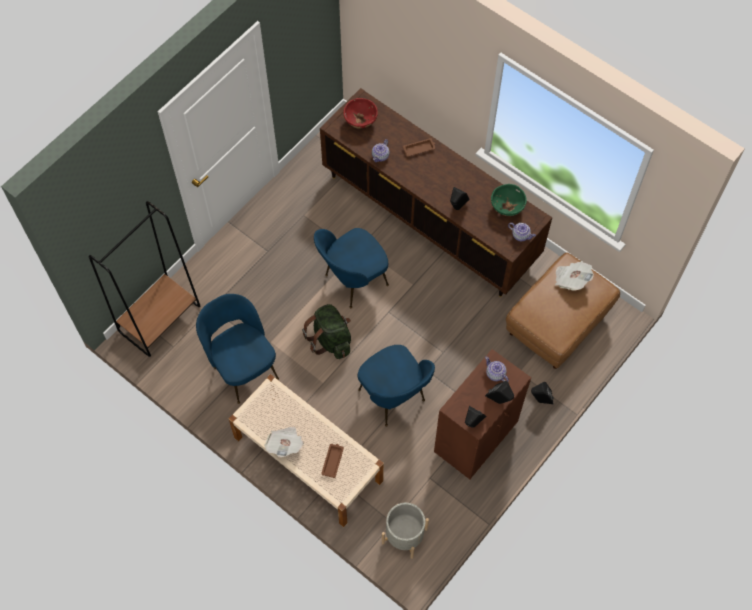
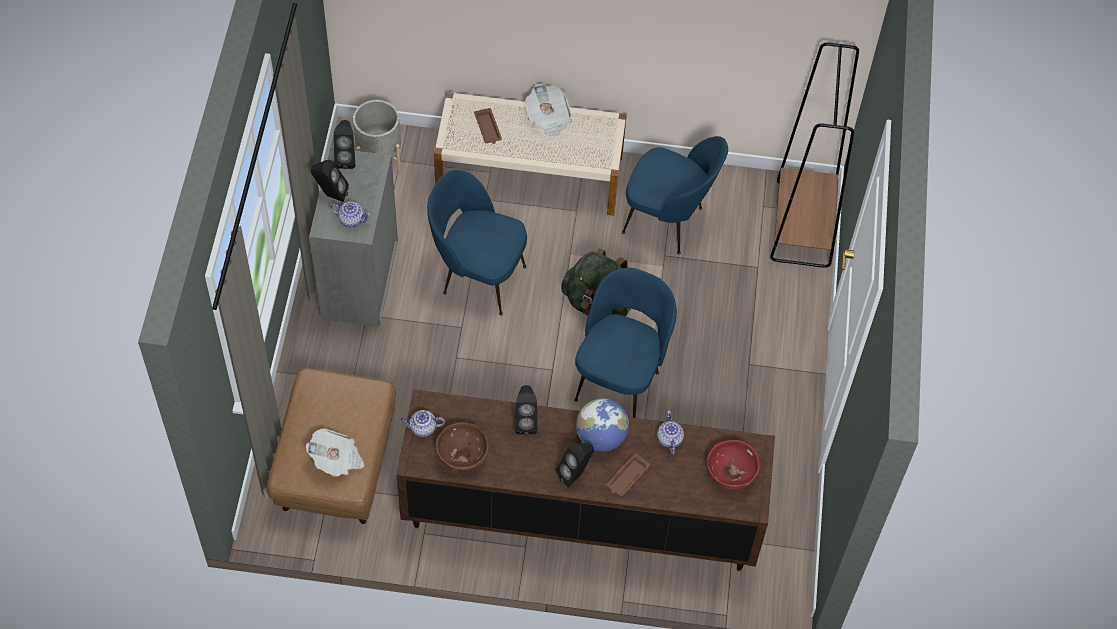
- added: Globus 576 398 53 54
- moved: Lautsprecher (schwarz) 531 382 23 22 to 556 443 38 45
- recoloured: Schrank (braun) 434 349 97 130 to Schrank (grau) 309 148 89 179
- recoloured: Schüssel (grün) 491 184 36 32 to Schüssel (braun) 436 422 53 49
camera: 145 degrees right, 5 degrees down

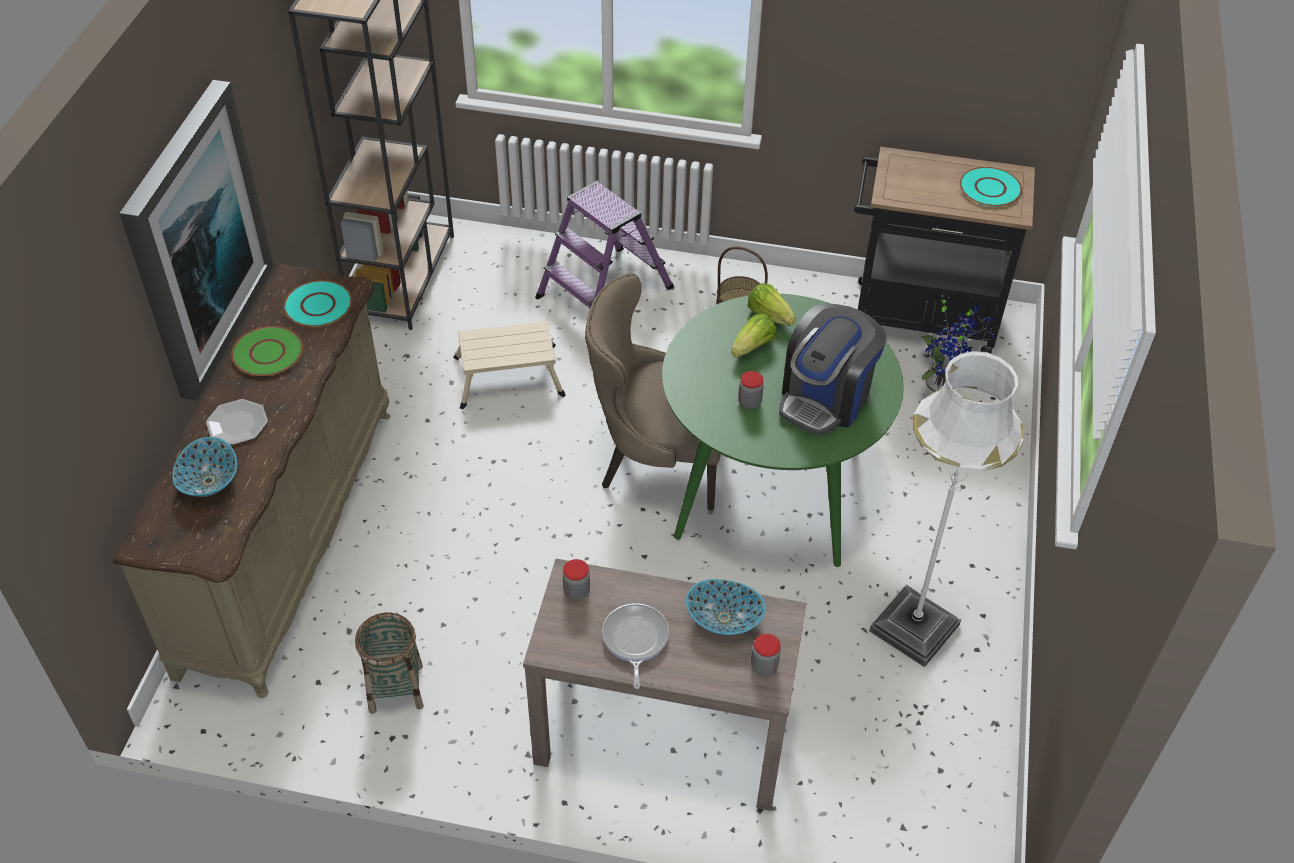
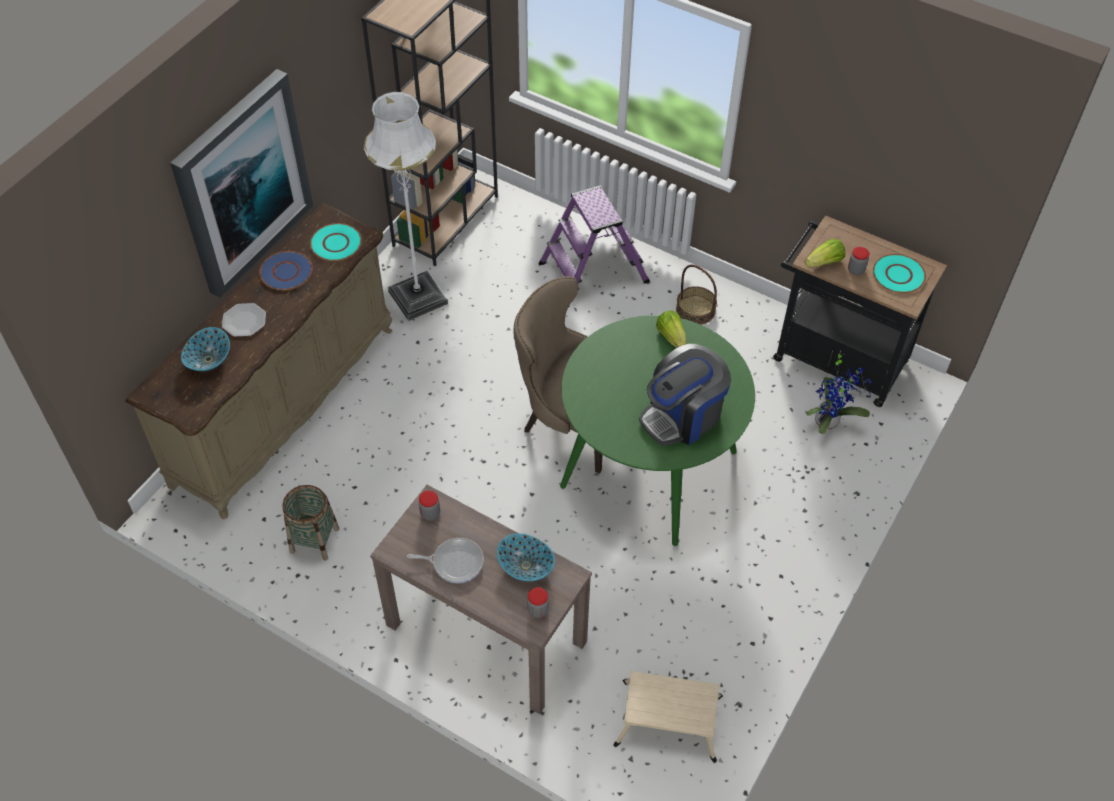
- moved: Trittleiter (beige) 453 321 113 89 to 613 671 110 92
- moved: Salatkopf 731 314 46 44 to 805 239 40 29
- moved: Vorratsglas 738 371 26 38 to 848 247 22 28
- moved: Stehlampe (weiß) 869 351 155 316 to 364 92 84 229
- recoloured: Teller (grün) 231 326 72 50 to Teller (blau) 259 251 53 39
- turned: Pfanne 602 603 67 86 = 407 538 77 45 75 degrees clockwise
camera: 20 degrees right, 5 degrees up

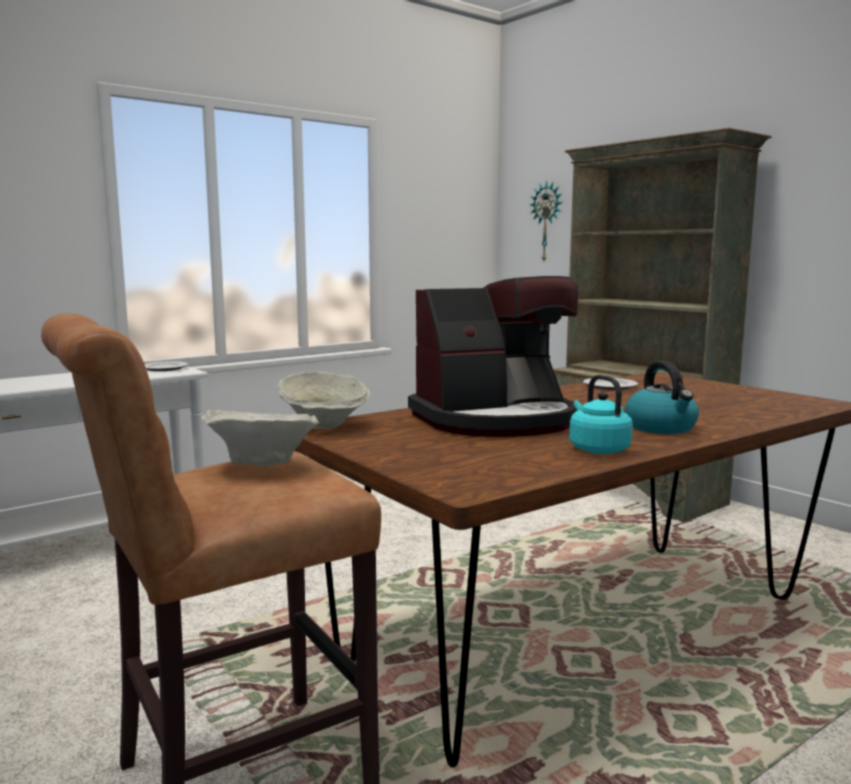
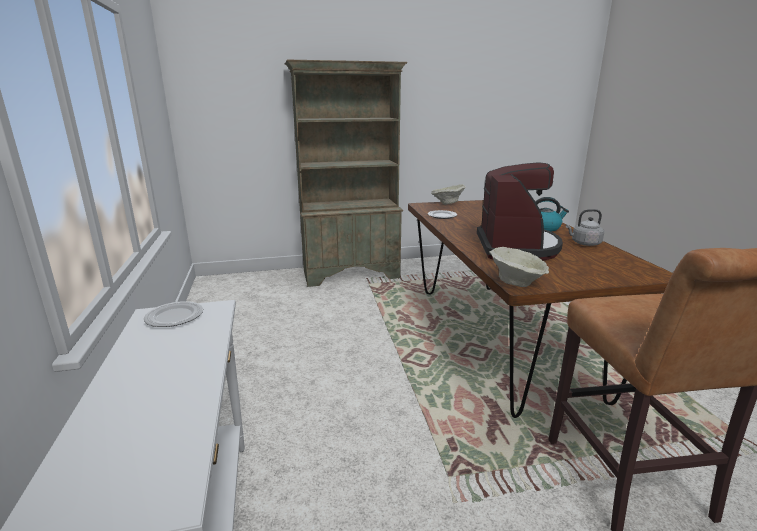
- removed: Wanduhr 530 181 33 80
- moved: Schüssel (beige) 201 410 118 56 to 431 185 35 20
- recoloured: Wasserkessel (türkis) 569 375 64 79 to Wasserkessel (grau) 566 209 38 37
camera: 65 degrees left, 10 degrees up

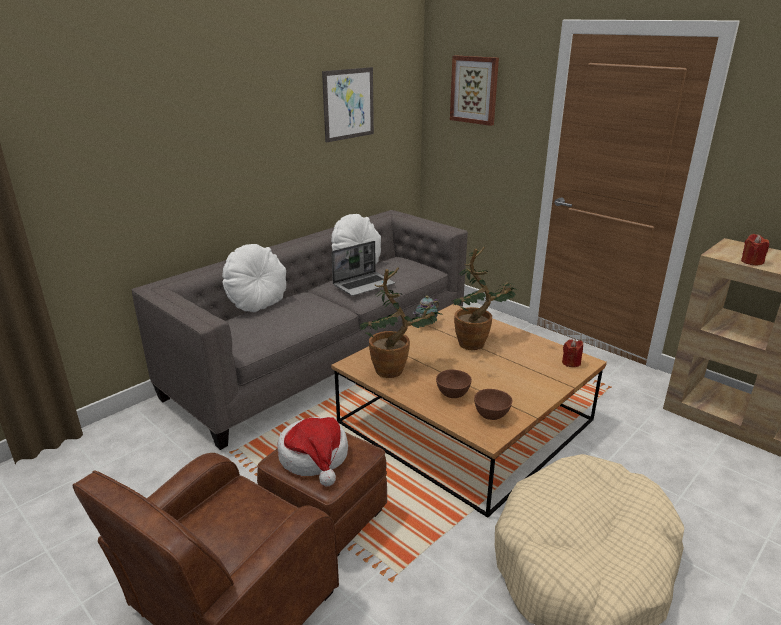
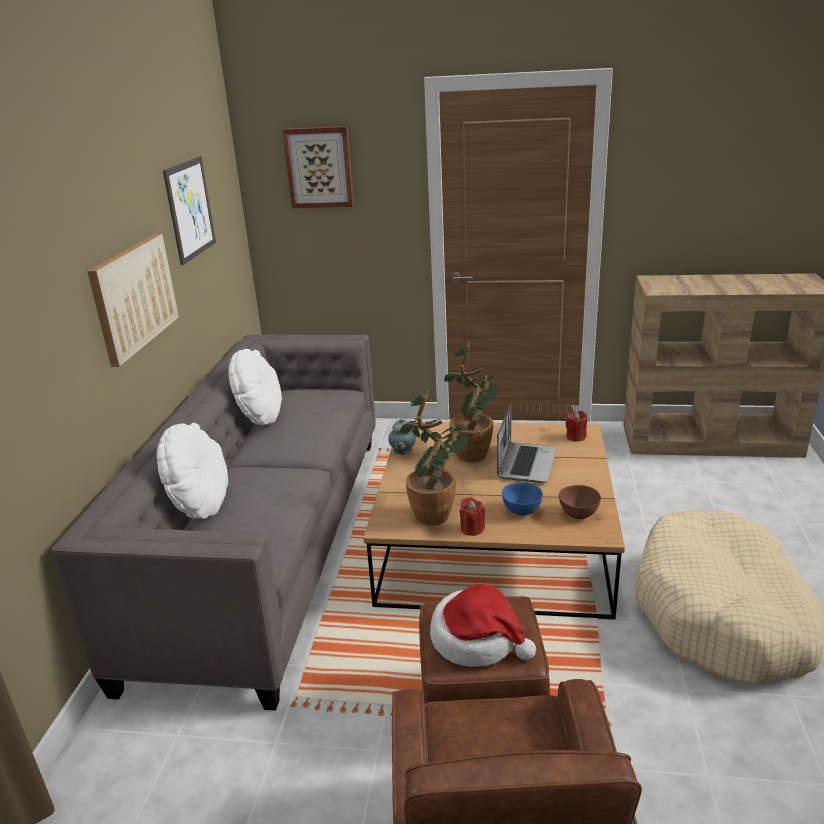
- added: Bild 87 234 92 133
- moved: Laptop 331 241 64 55 to 497 403 60 80
- moved: Kerze (rot) 741 234 28 31 to 460 497 25 39
- recoloured: Schüssel (braun) 436 369 36 29 to Schüssel (blau) 502 482 41 33
camera: 35 degrees left, 0 degrees up

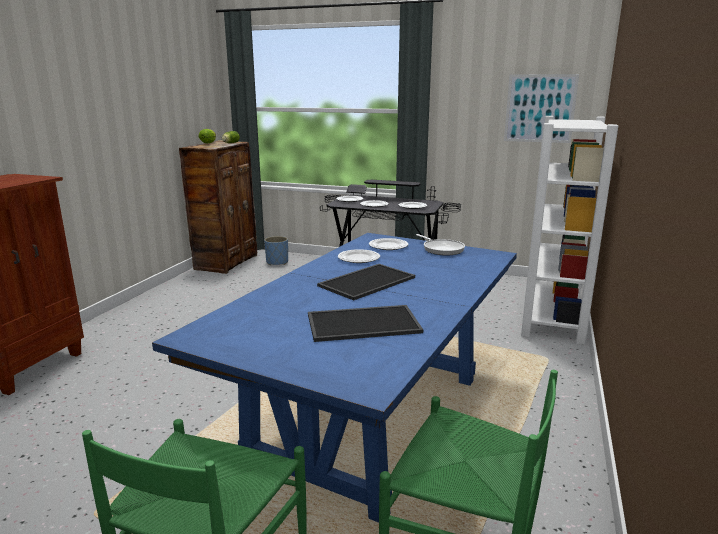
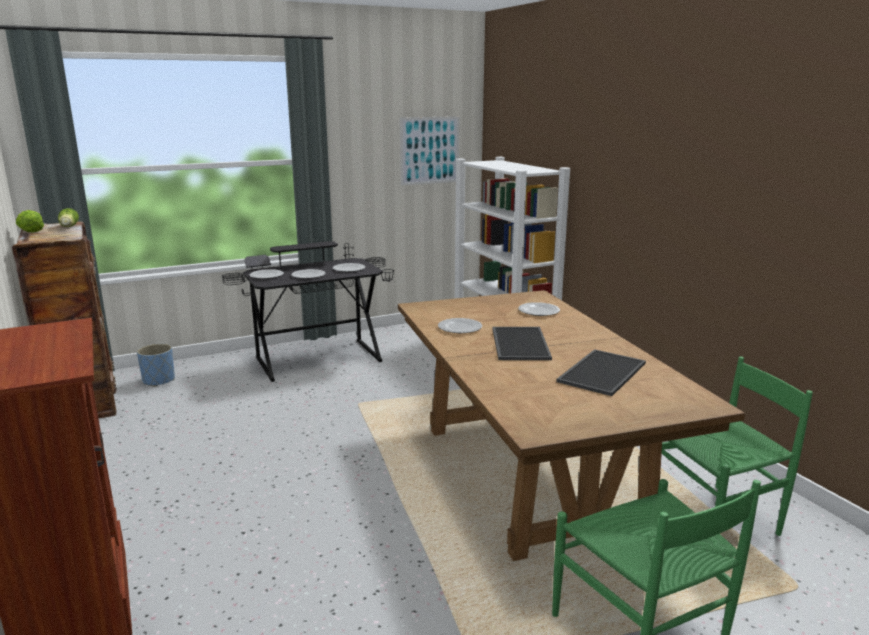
- removed: Pfanne 416 234 49 22
- moved: Teller 369 238 39 12 to 518 302 42 14
- recoloured: Esstisch (blau) 152 233 365 290 to Esstisch (braun) 398 290 347 271
camera: 45 degrees left, 0 degrees up

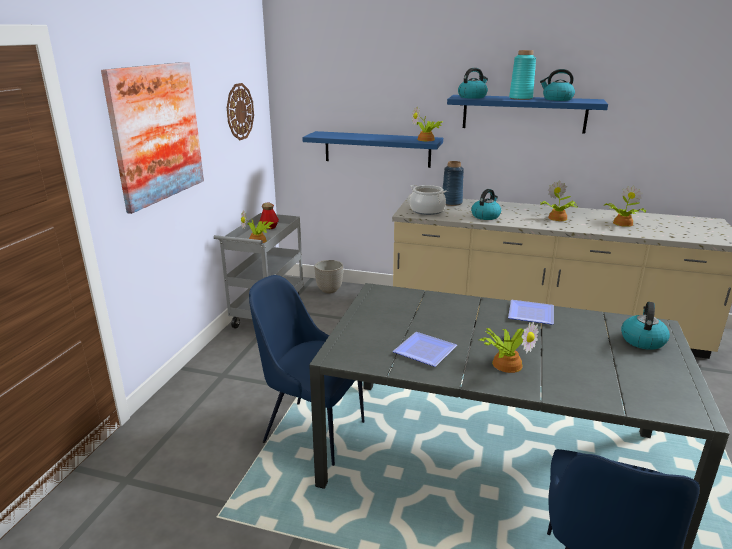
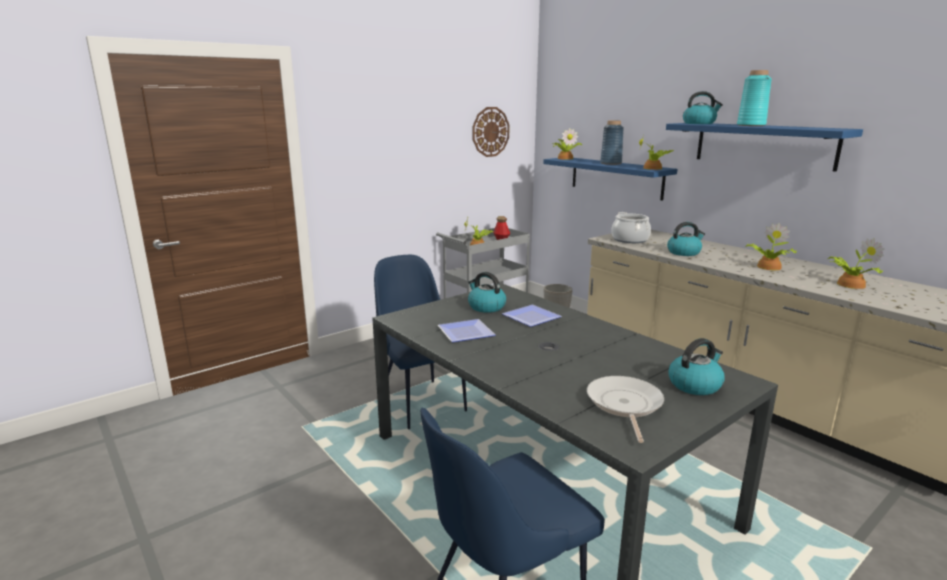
- removed: Bild 101 62 103 152
- added: Pfanne 587 376 77 67
- moved: Vase (blau) 443 161 21 45 to 600 120 24 45
- moved: Topfpflanze 478 322 61 51 to 552 128 31 32
- moved: Teller 508 300 46 25 to 502 305 60 22
- moved: Wasserkessel 540 69 35 32 to 468 272 38 41
camera: 35 degrees right, 5 degrees down

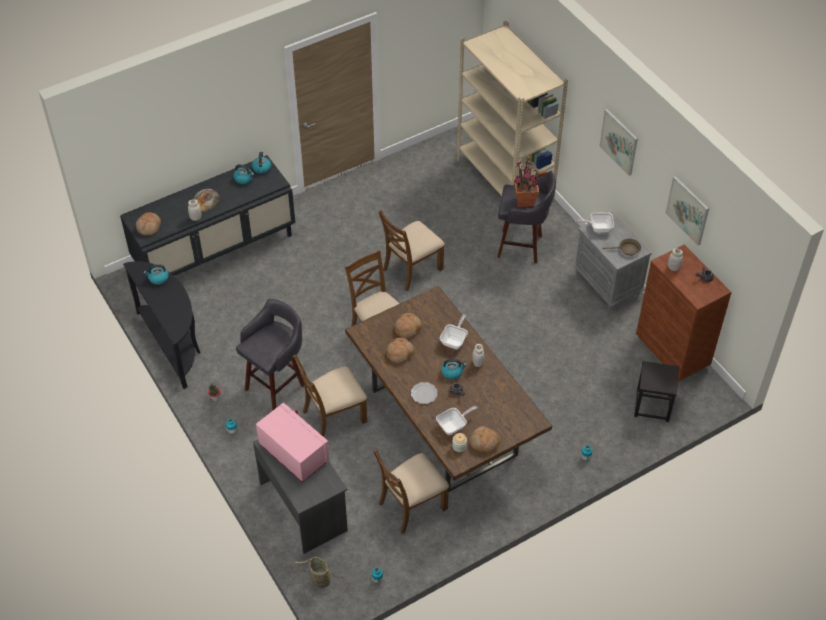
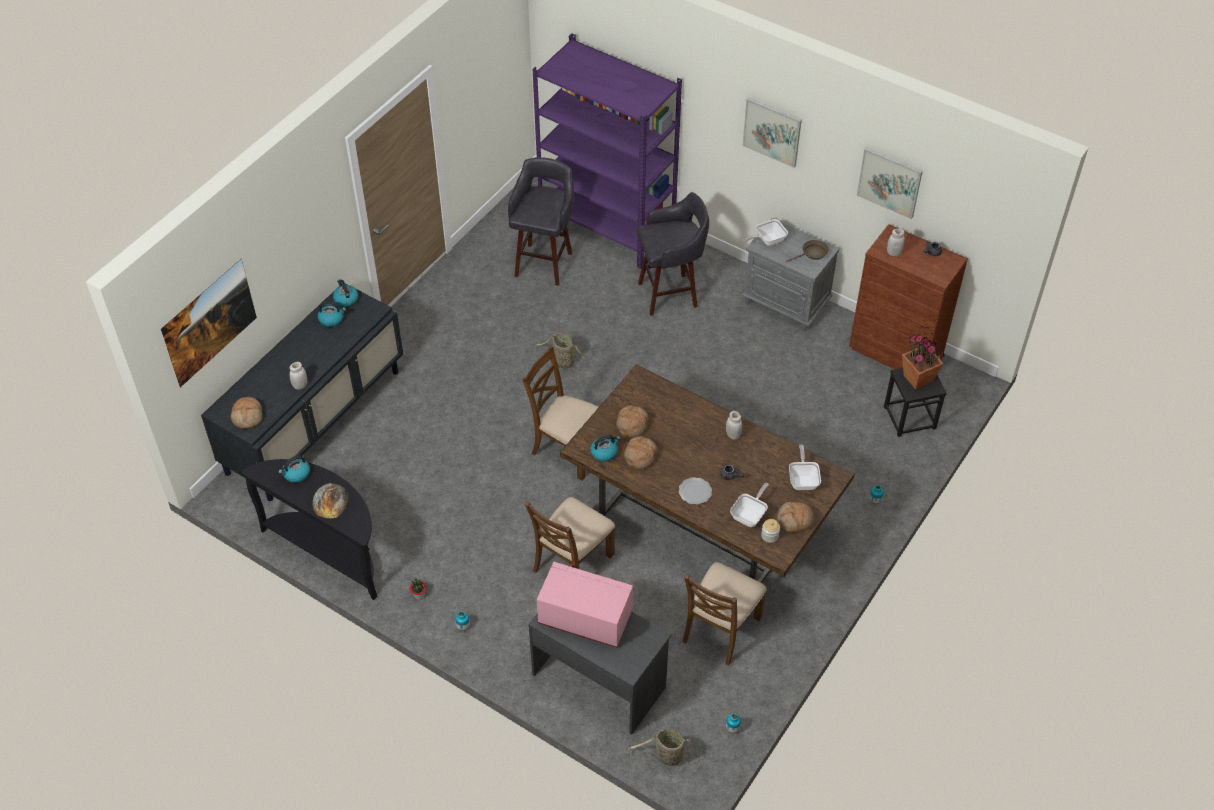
- added: Bild 161 258 96 129
- moved: Brot 194 189 26 23 to 312 483 36 35
- moved: Hocker (grau) 236 299 68 112 to 508 157 66 129
- moved: Pfanne 440 314 28 35 to 789 445 32 45
- moved: Wasserkessel 441 359 26 21 to 590 435 30 27
- moved: Topfpflanze 514 156 26 51 to 902 326 43 63
- replaced: Stuhl (braun) 379 210 65 81 to Korb 535 333 53 39
- recoloured: Bücherregal (beige) 457 20 111 181 to Bücherregal (lila) 533 33 149 236
camera: 25 degrees left, 0 degrees up

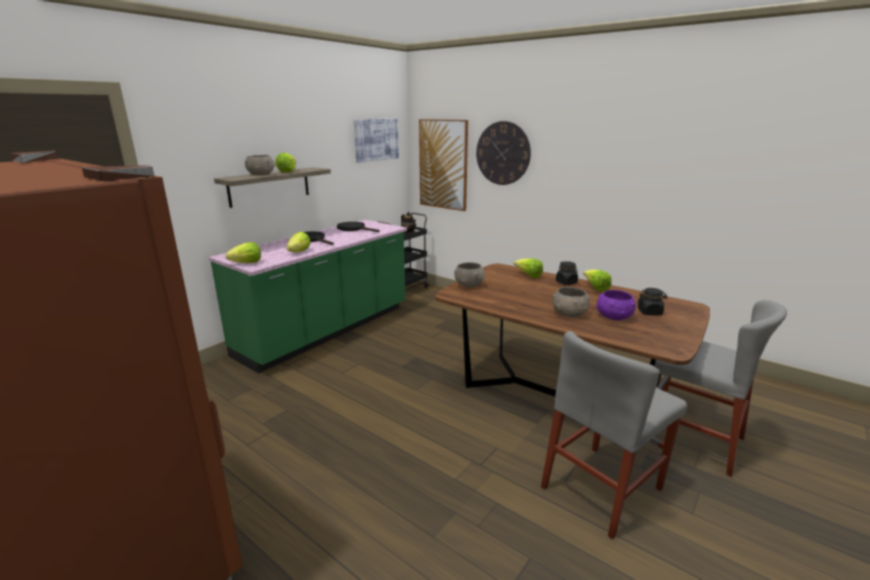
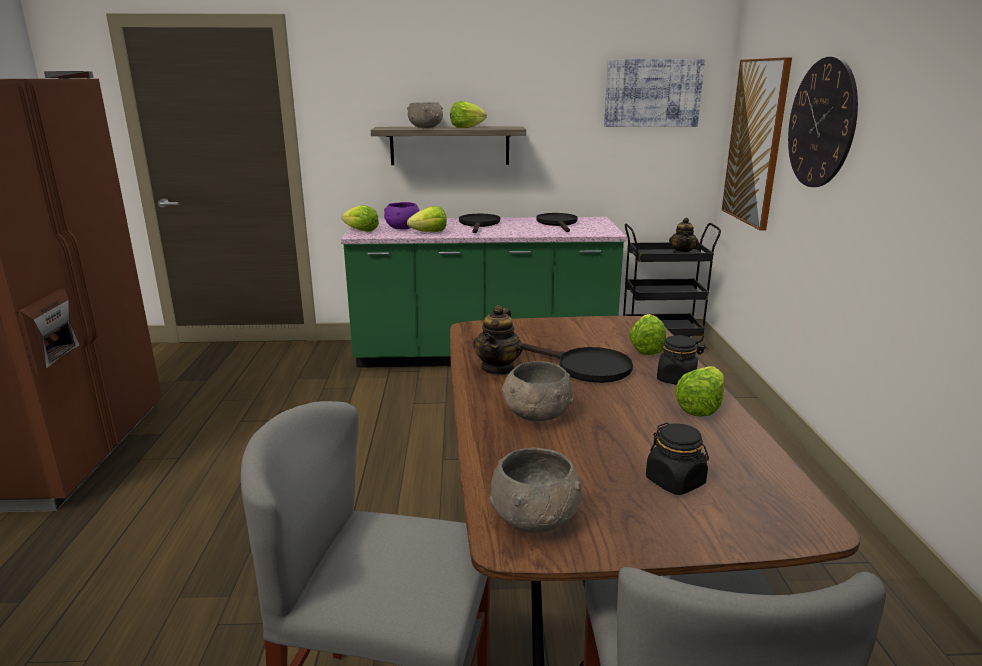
- added: Teekanne 473 305 50 71
- added: Pfanne (schwarz) 522 343 111 40
- moved: Schüssel (grau) 454 262 31 25 to 489 448 94 85
- moved: Schüssel (lila) 596 290 40 30 to 384 202 36 28
camera: 50 degrees right, 0 degrees up

